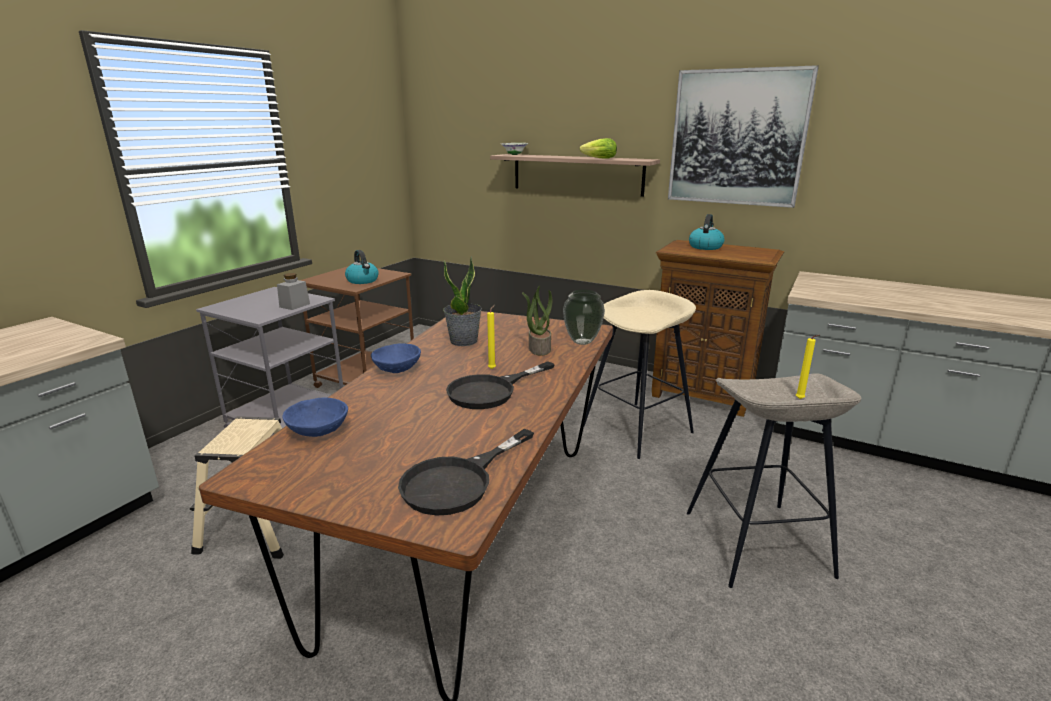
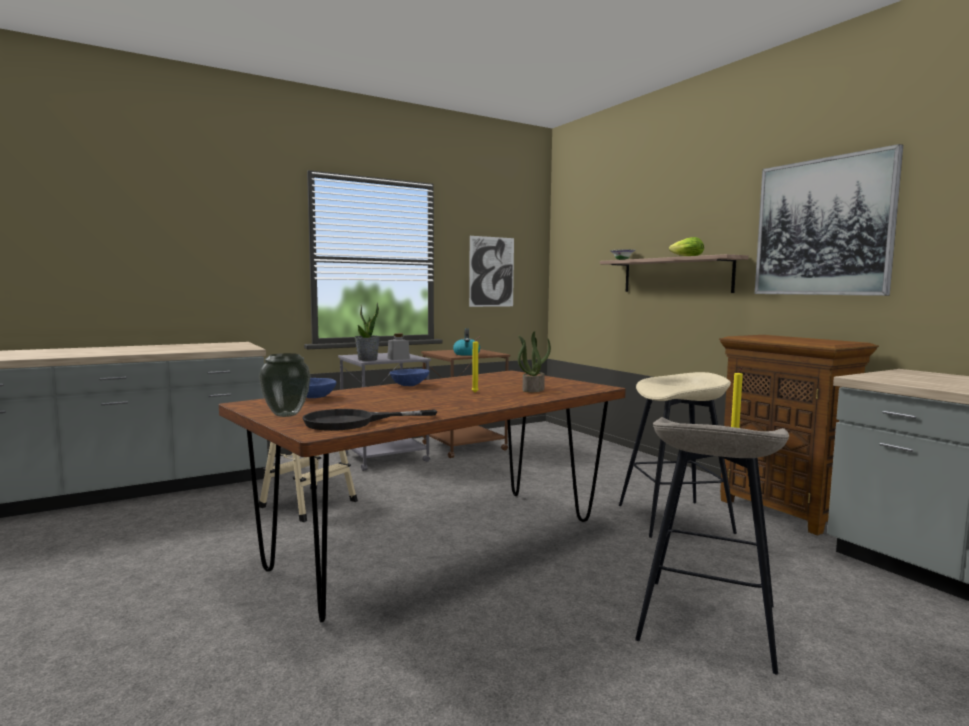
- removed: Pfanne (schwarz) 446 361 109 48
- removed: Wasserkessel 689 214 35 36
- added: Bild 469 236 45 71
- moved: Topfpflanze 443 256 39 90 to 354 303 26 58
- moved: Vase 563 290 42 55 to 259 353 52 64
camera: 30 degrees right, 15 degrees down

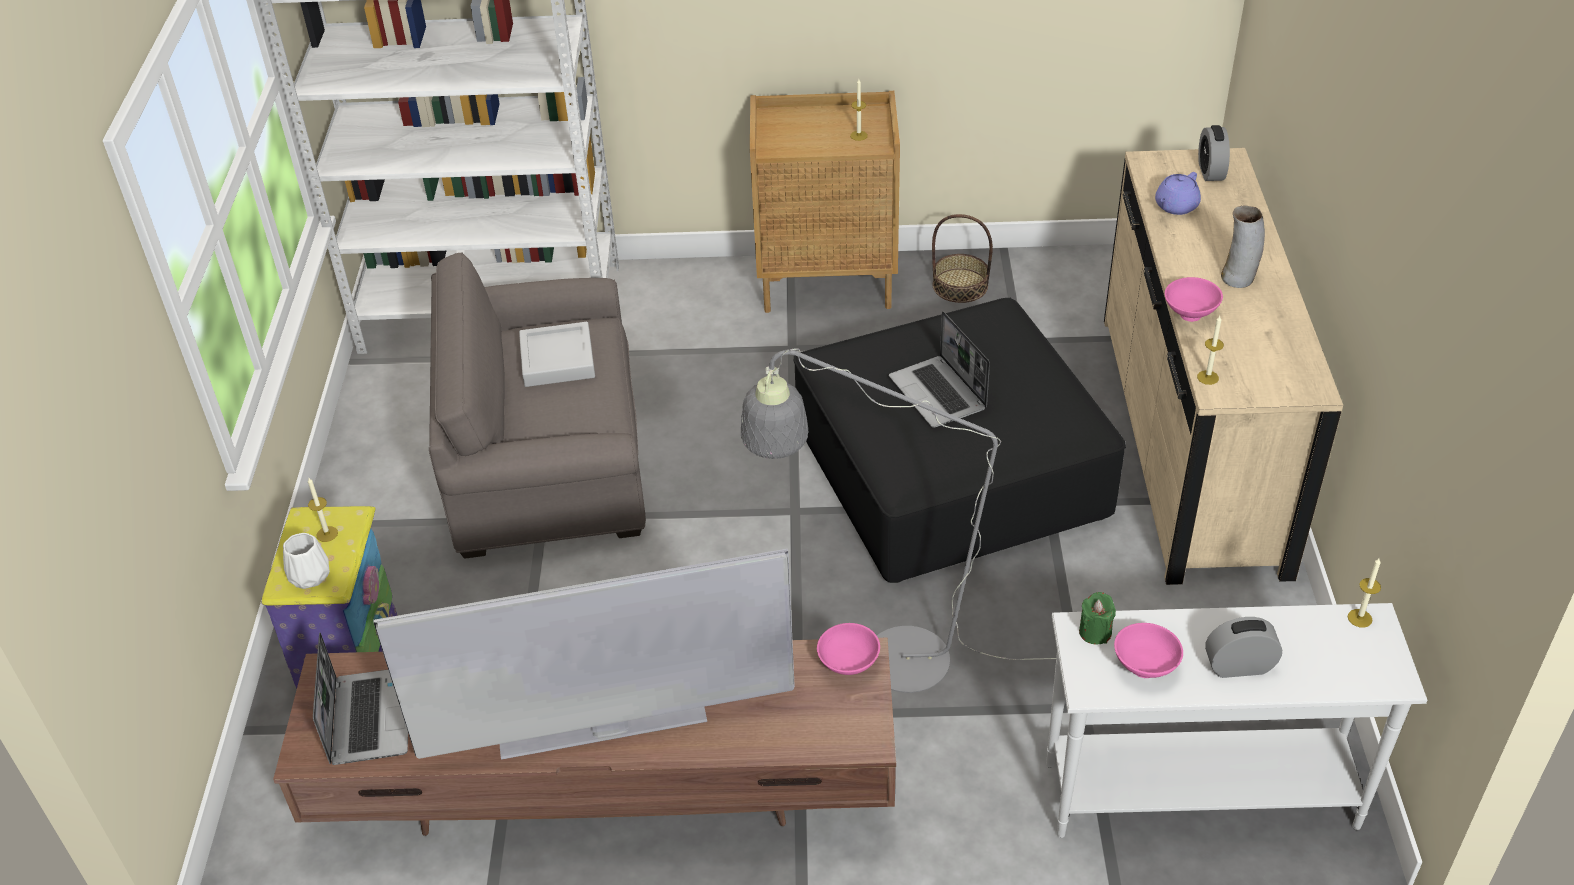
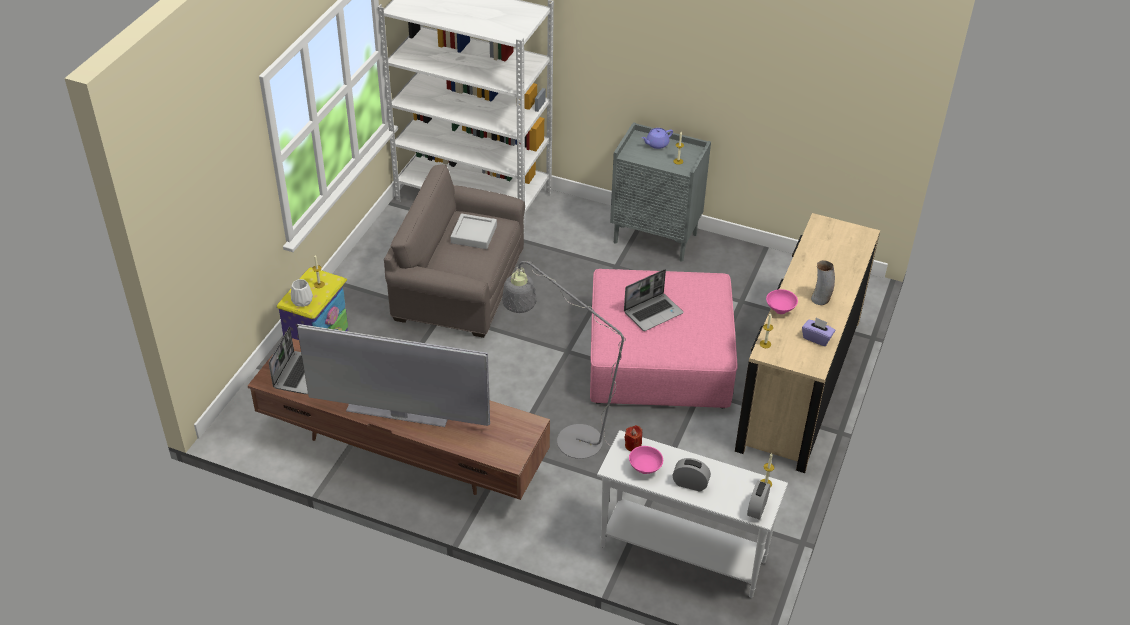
- removed: Schüssel (rosa) 817 623 63 52
- removed: Korb 932 214 61 89
- added: Taschentuchbox (lila) 802 317 34 29
- moved: Teekanne (lila) 1155 172 46 43 to 642 128 31 21
- moved: Wecker 1198 125 32 56 to 747 481 23 39
- recoloured: Schrank (braun) 750 91 150 222 to Schrank (grau) 610 122 101 140
- recoloured: Polsterhocker (schwarz) 794 298 332 285 to Polsterhocker (rosa) 590 269 147 139
- recoloured: Kerze (grün) 1079 592 37 52 to Kerze (rot) 624 425 18 26
- turned: Laptop 889 311 101 117 = 624 269 60 62 120 degrees counterclockwise
camera: 20 degrees right, 0 degrees up

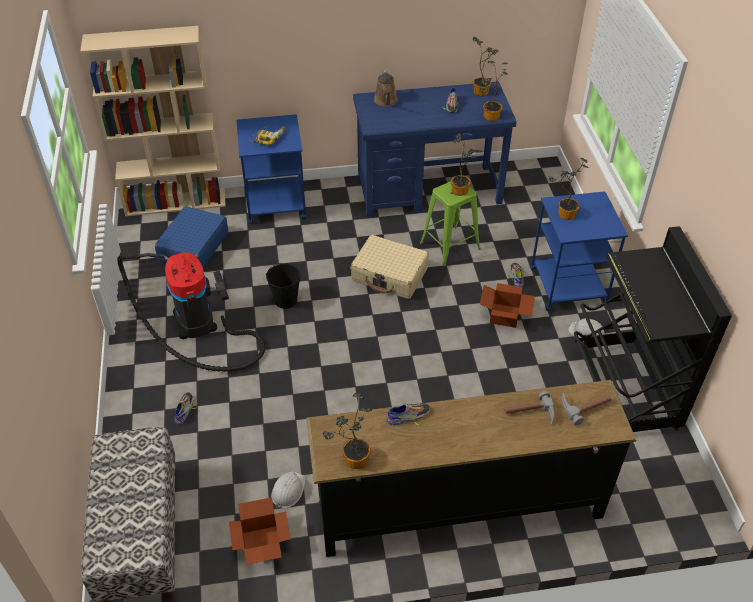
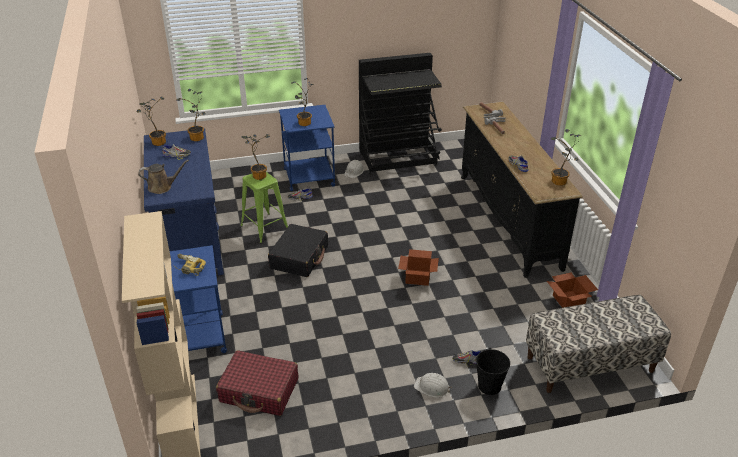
- removed: Staubsauger 117 252 149 120
- moved: Eimer (schwarz) 266 263 35 46 to 476 348 34 47
- moved: Schutzhelm (weiß) 271 471 35 38 to 414 373 38 25
- moved: Karton 480 283 55 45 to 398 249 41 37
- recoloured: Koffer (blau) 155 206 73 62 to Koffer (rot) 216 350 82 66
- recoloured: Koffer (beige) 351 235 78 64 to Koffer (schwarz) 268 224 60 53
camera: 95 degrees left, 10 degrees down

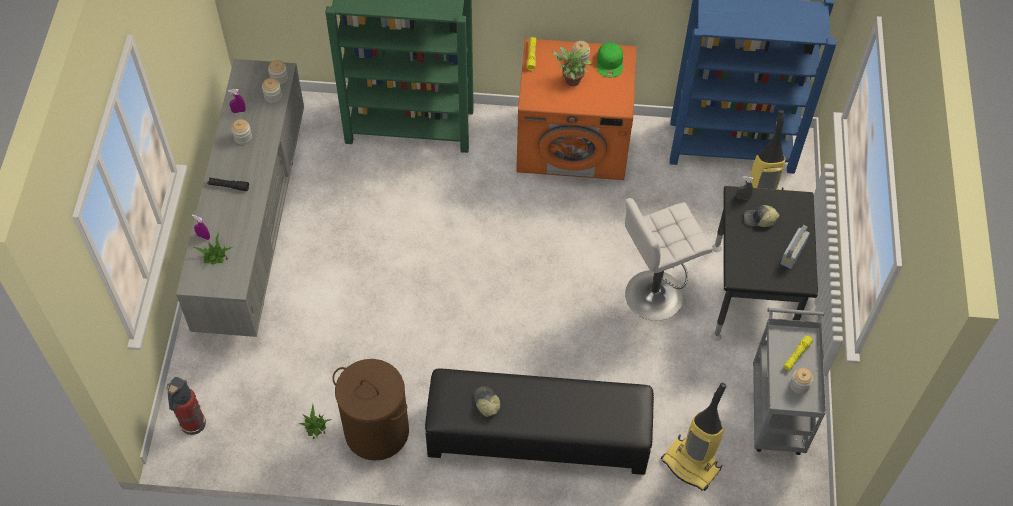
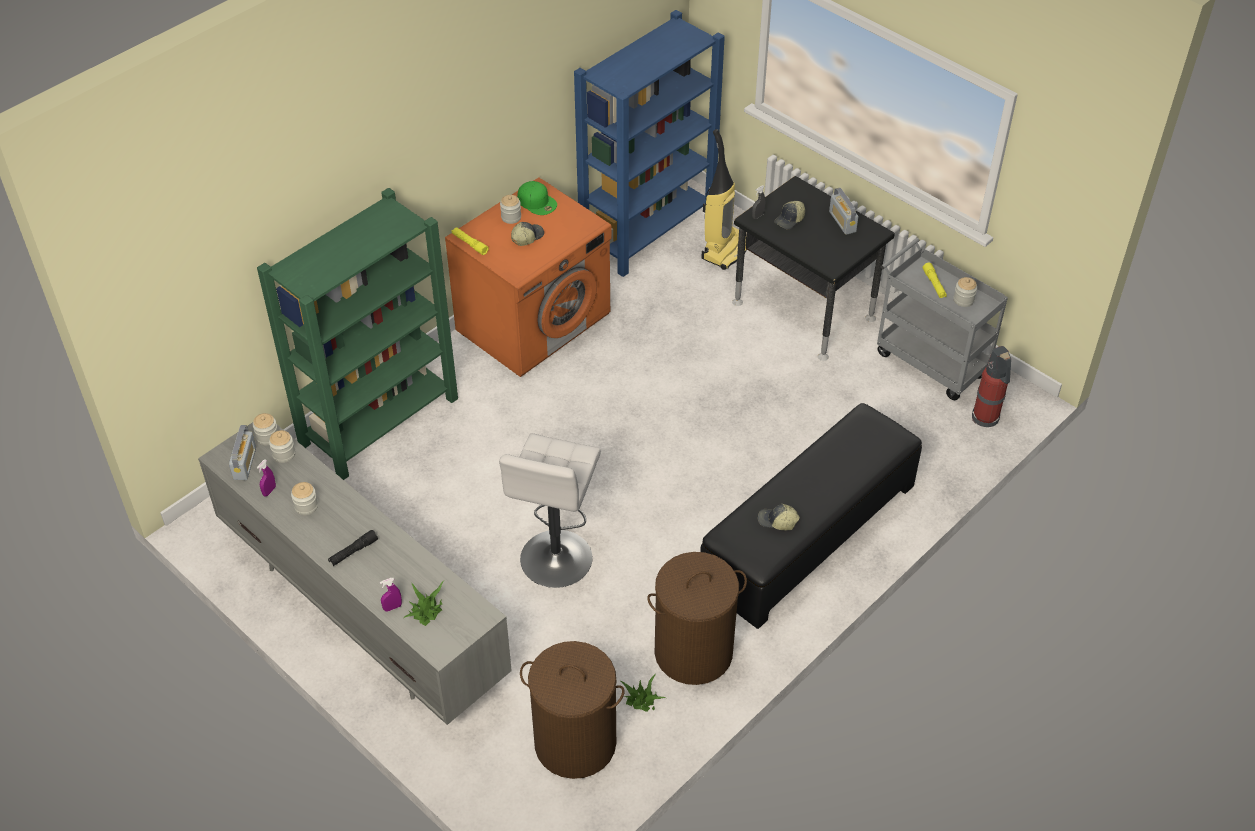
- removed: Staubsauger 661 383 66 108
- added: Radio 229 425 27 55
- added: Wäschekorb (braun) 520 641 105 138
- moved: Feuerlöscher 167 377 39 58 to 972 346 39 81
- moved: Hocker (weiß) 625 198 88 123 to 499 433 102 155
- replaced: Topfpflanze 552 47 40 39 to Kappe 511 222 33 24
camera: 50 degrees left, 10 degrees down

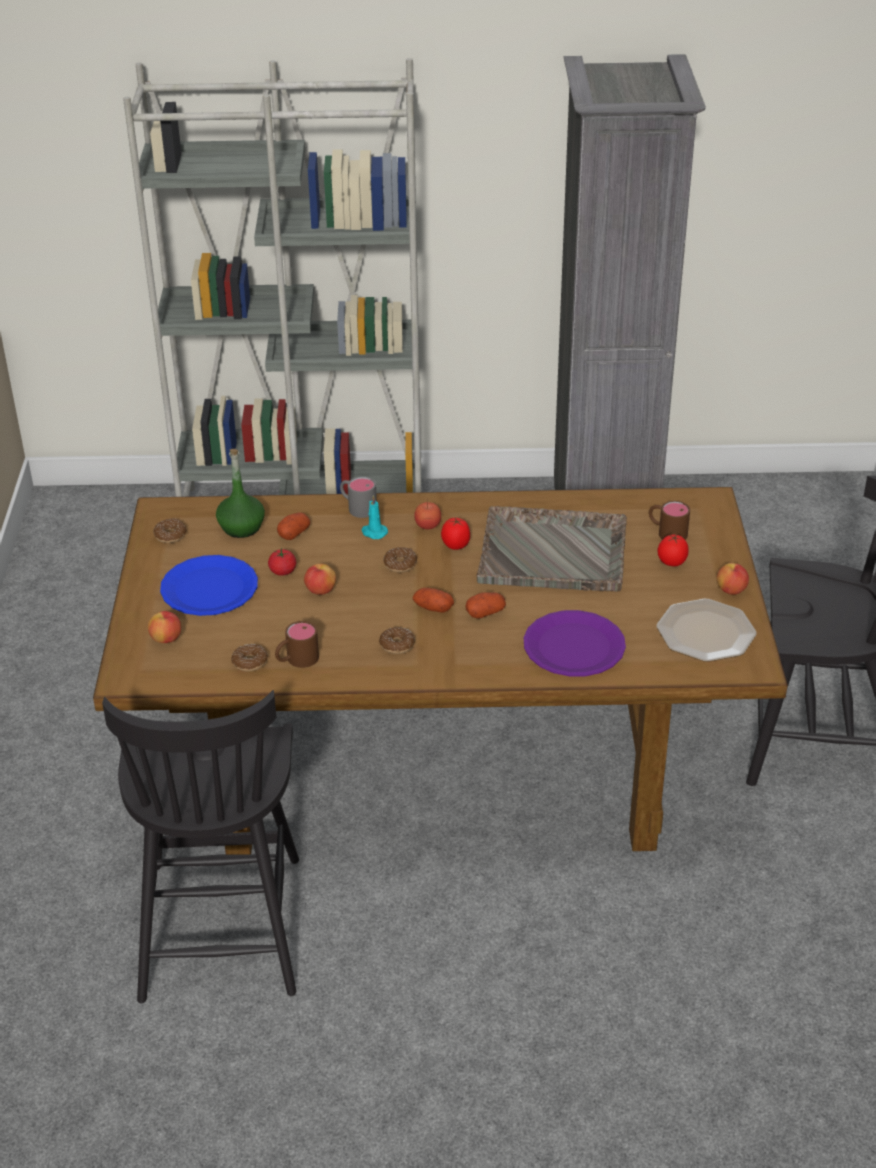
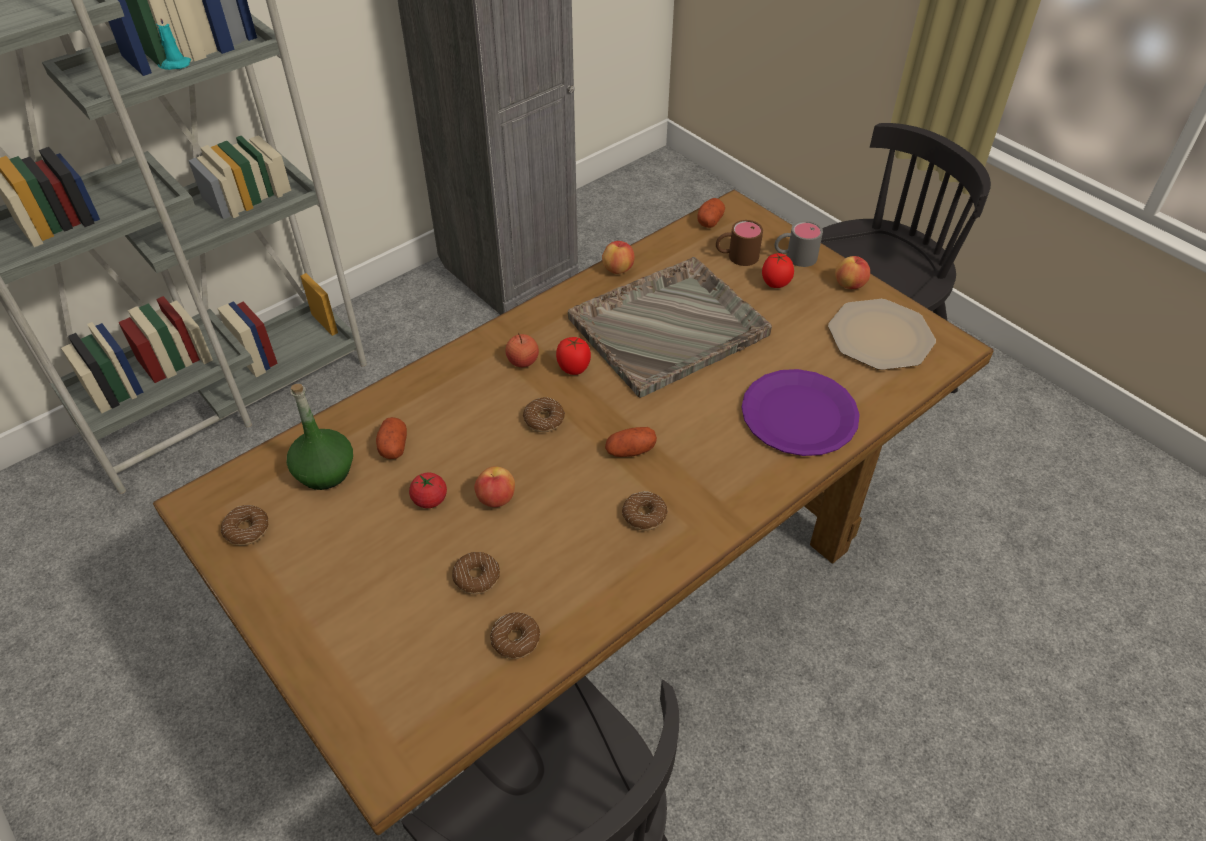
- removed: Teller (blau) 160 555 98 61
- removed: Henkelbecher (braun) 275 621 44 47
- added: Donut 452 552 48 42
- moved: Apfel 148 611 33 32 to 602 241 33 33
- moved: Henkelbecher (grau) 340 476 37 42 to 775 221 48 46
- moved: Kerze (türkis) 362 495 26 44 to 156 19 35 51
- moved: Kartoffel 466 592 40 27 to 697 198 28 30
camera: 40 degrees left, 10 degrees up

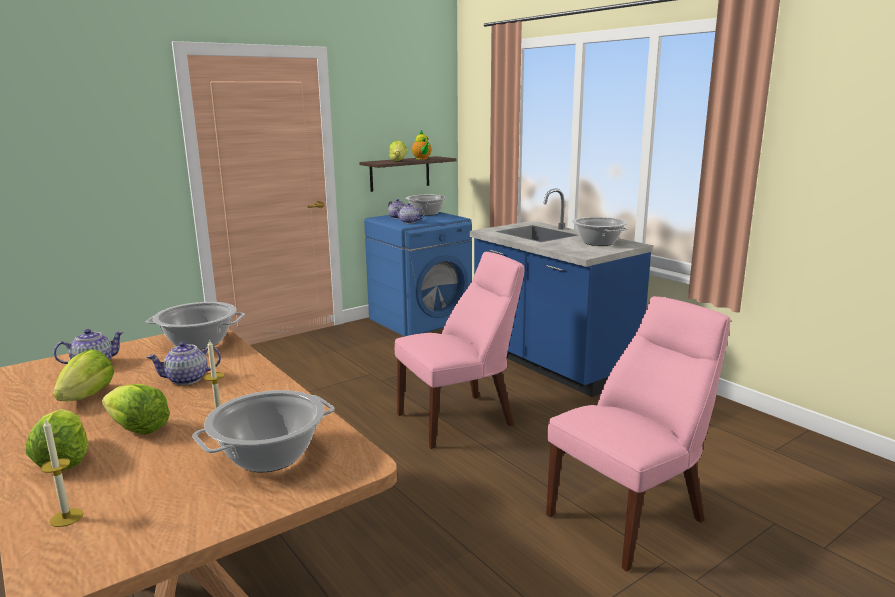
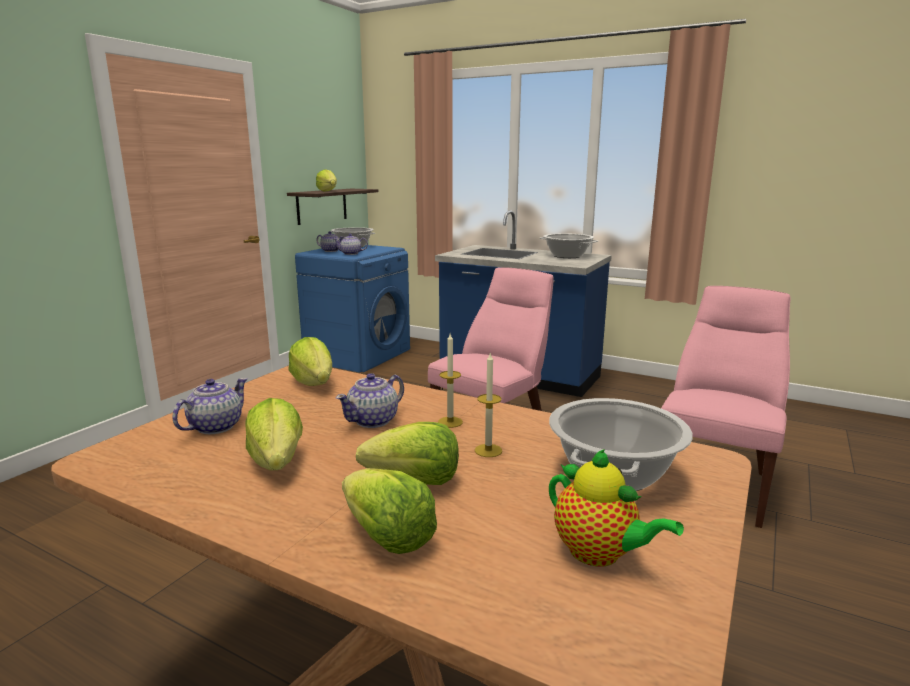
- moved: Kerze 41 418 43 109 to 438 334 25 94
- moved: Teekanne 412 130 20 29 to 549 449 135 117
- replaced: Kochtopf 146 302 99 48 to Salatkopf 289 337 43 49
camera: 25 degrees left, 0 degrees up

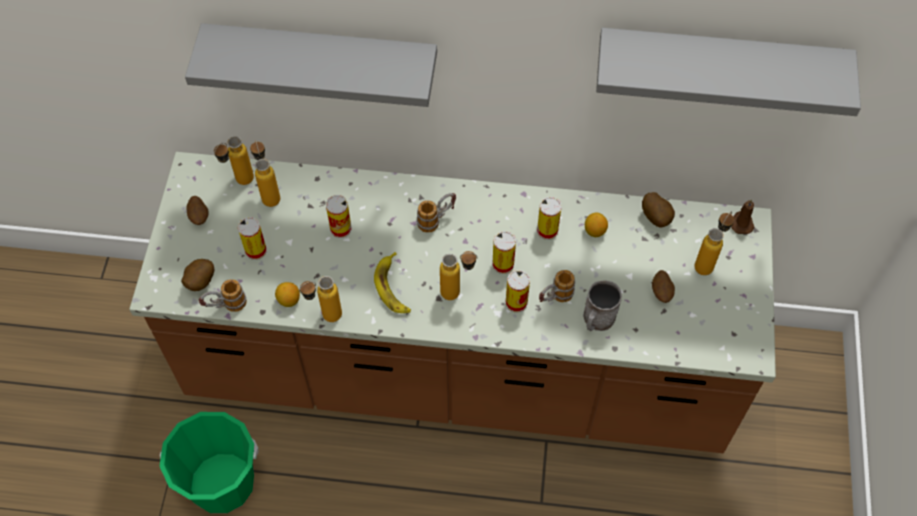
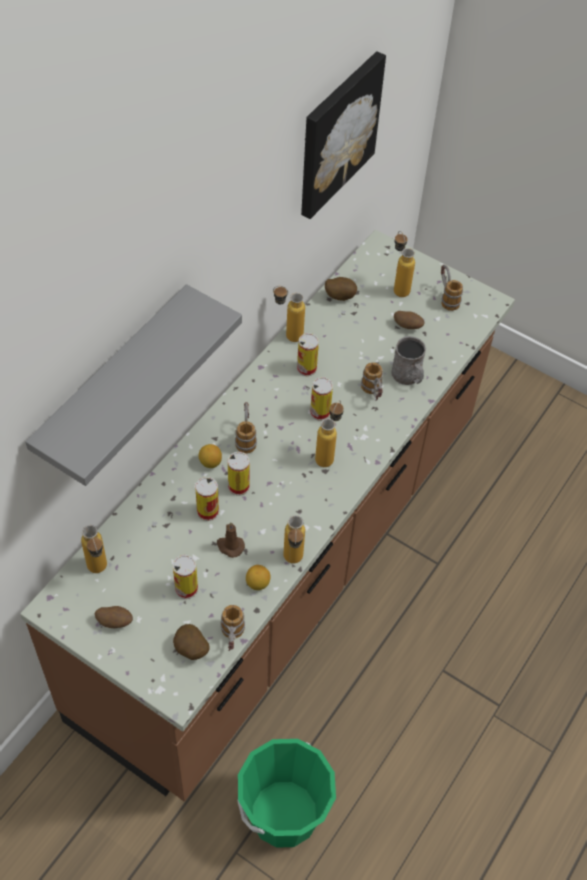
- removed: Banane 374 252 37 61
- added: Henkelbecher 441 265 22 46
- moved: Flasche 250 139 30 68 to 273 286 32 56
- moved: Dose 506 270 24 43 to 228 452 22 44
- moved: Zitrone 585 213 23 24 to 199 444 23 24
- moved: Kerze (braun) 731 199 24 35 to 217 522 28 36
- replaced: Wandregal (grau) 596 28 265 88 to Bild 301 51 85 168
camera: 65 degrees left, 5 degrees down

